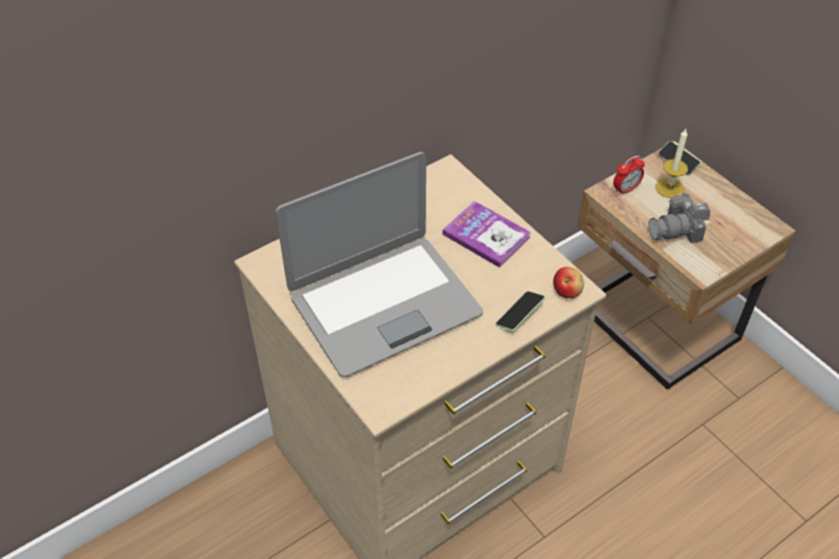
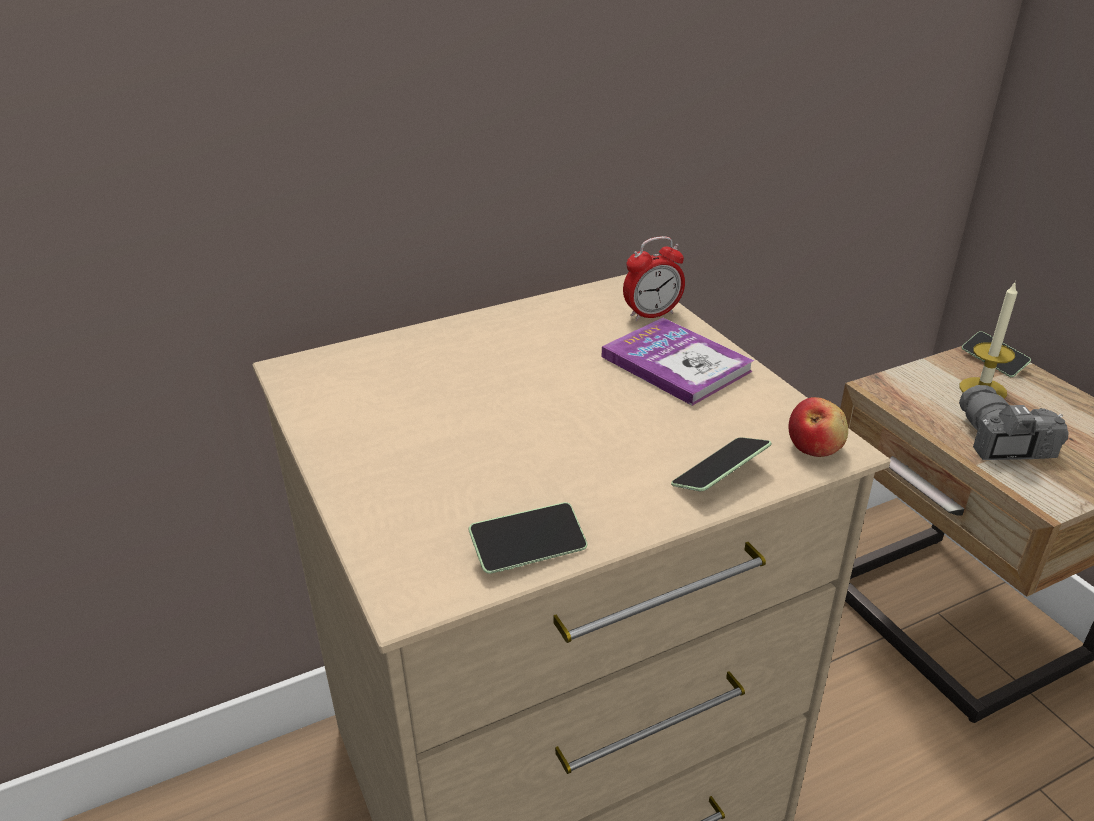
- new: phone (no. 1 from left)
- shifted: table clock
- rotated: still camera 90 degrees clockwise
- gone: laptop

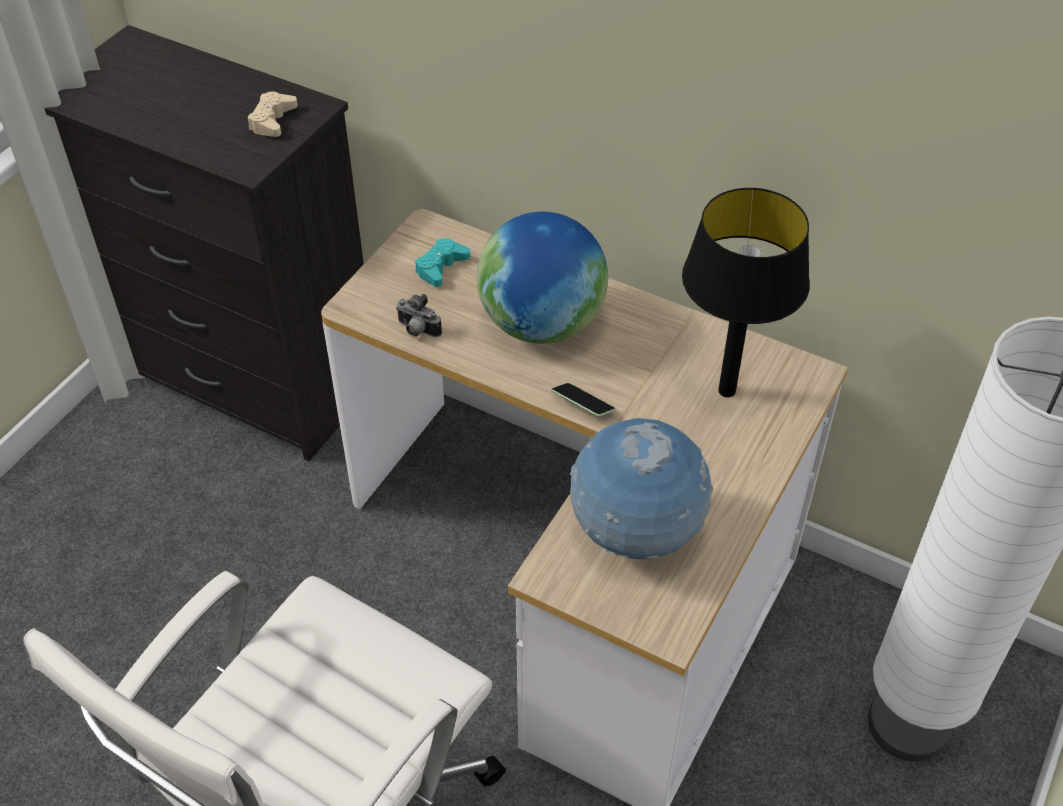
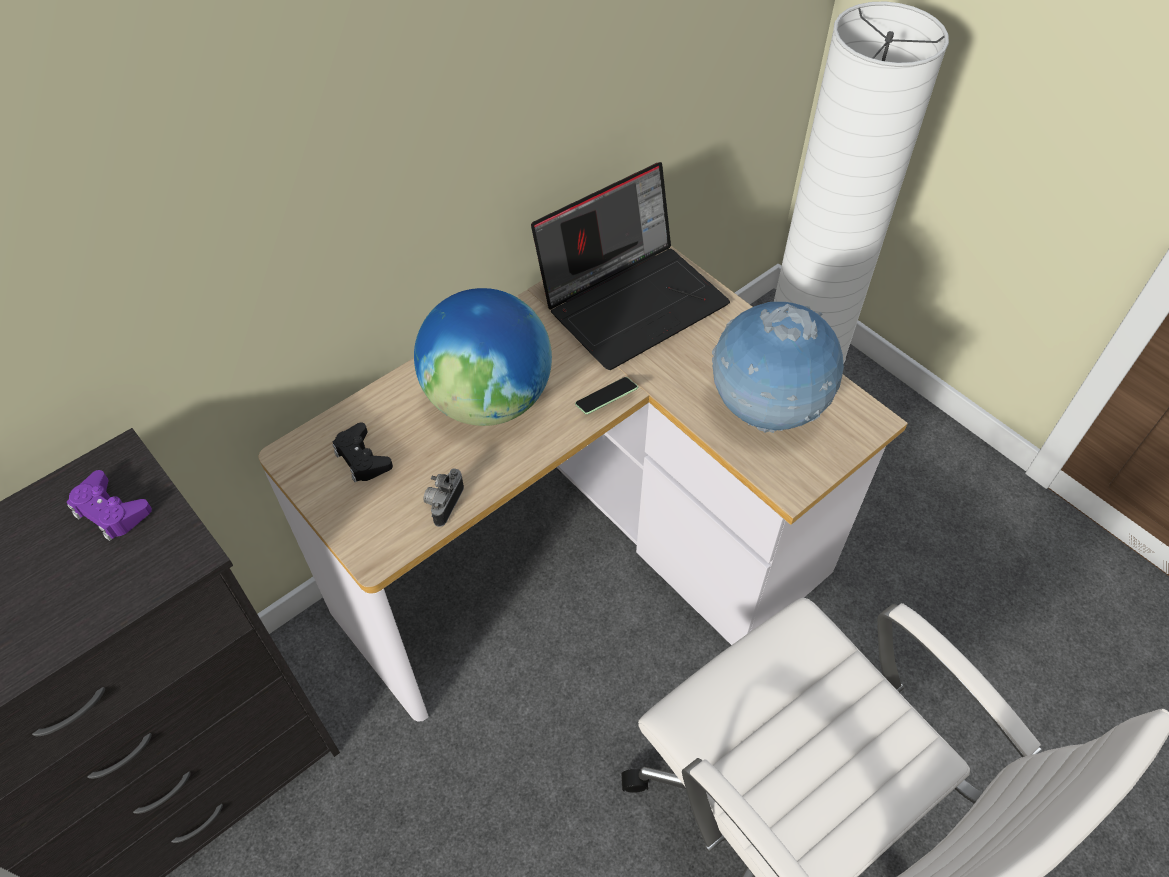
- repainted: beige game controller to purplish game controller
- repainted: turquoise-coloured game controller to black game controller
- rotated: still camera 150 degrees clockwise
- swapped: black tabletop lamp to laptop

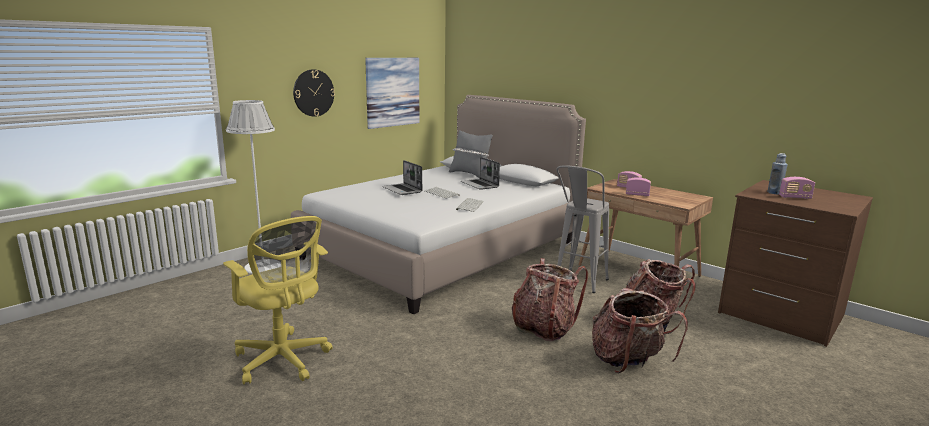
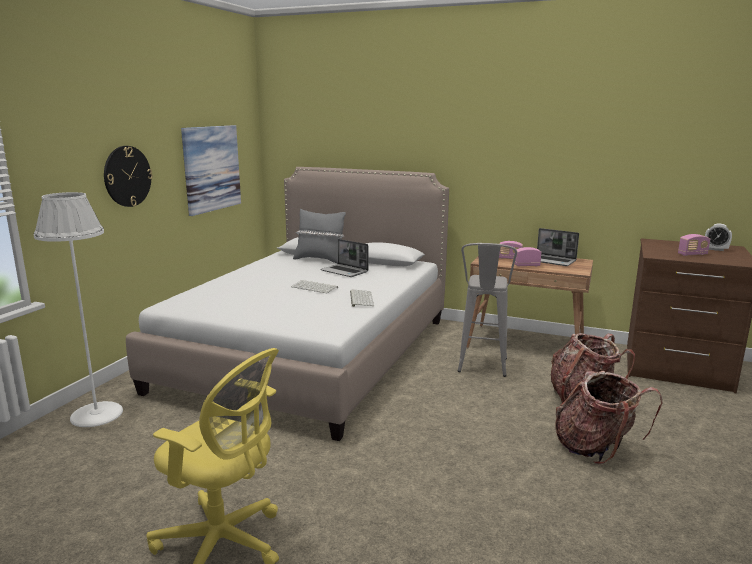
- shifted: laptop (no. 1 from left in the first image) to laptop (no. 2 from left)
- new: table clock
- gone: rucksack (no. 1 from left)
- gone: blue beverage bottle

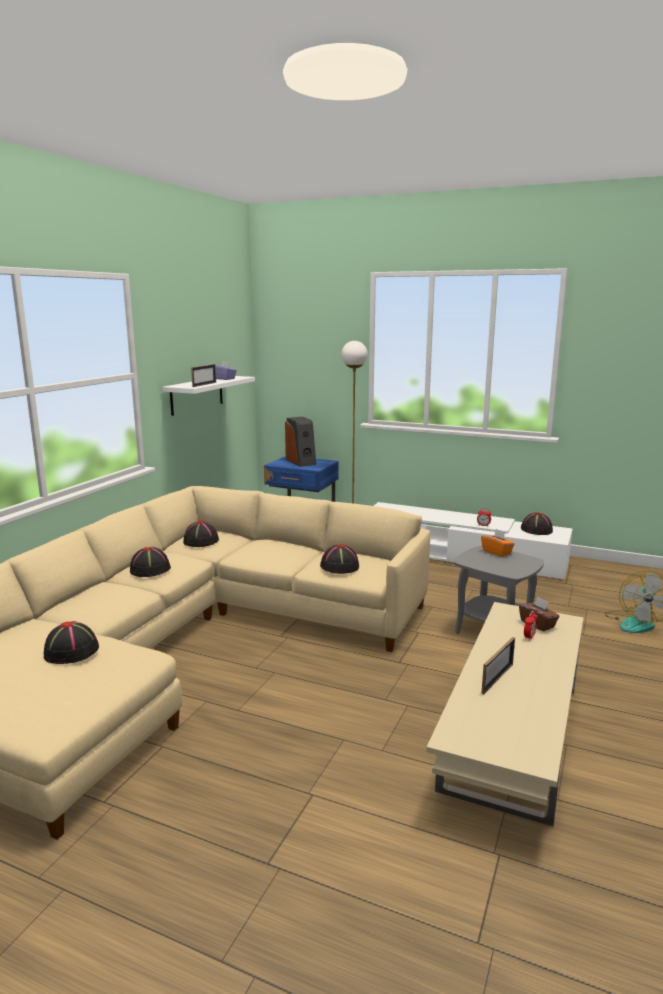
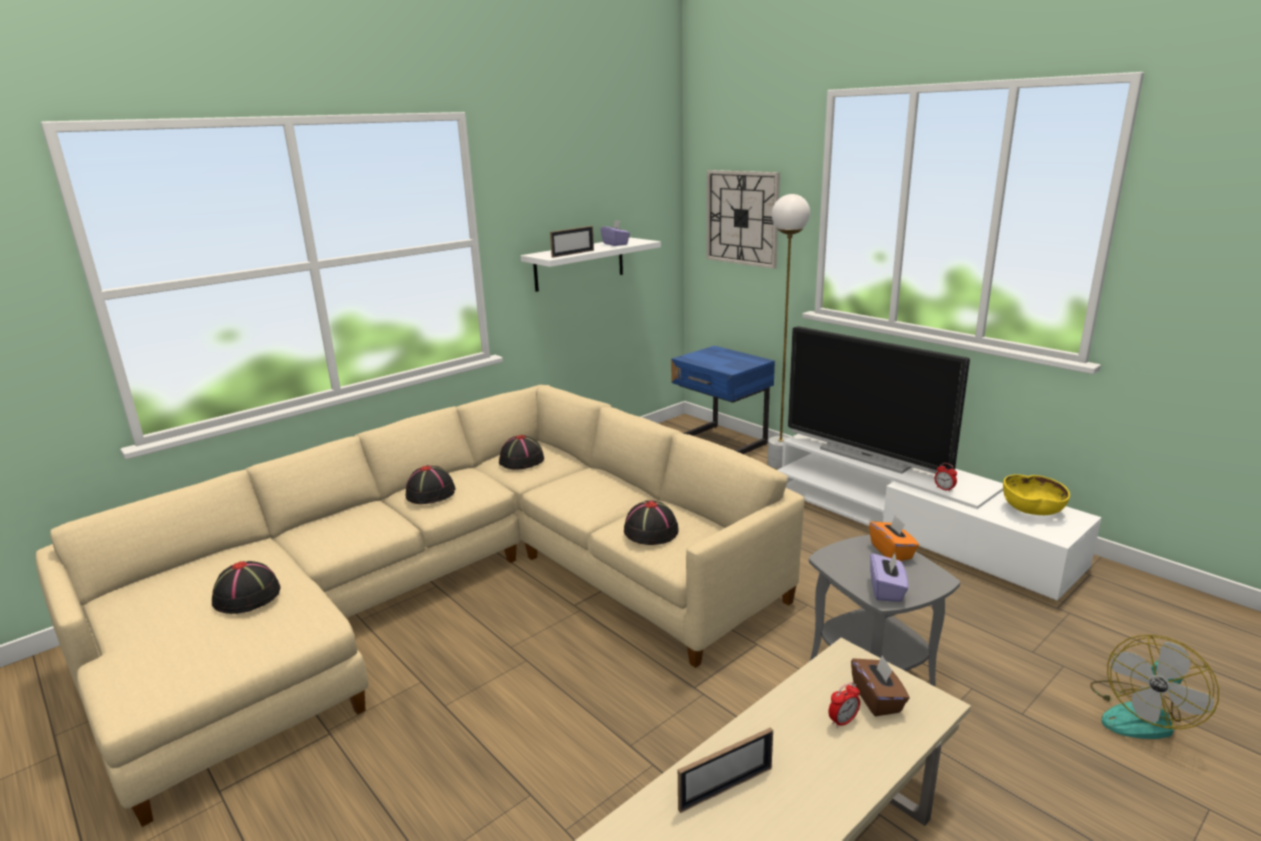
- new: hanging clock
- new: TV
- new: purplish tissue box (no. 2 from left)
- swapped: black clothing hat (no. 5 from left) to yellow serving bowl
- gone: speaker

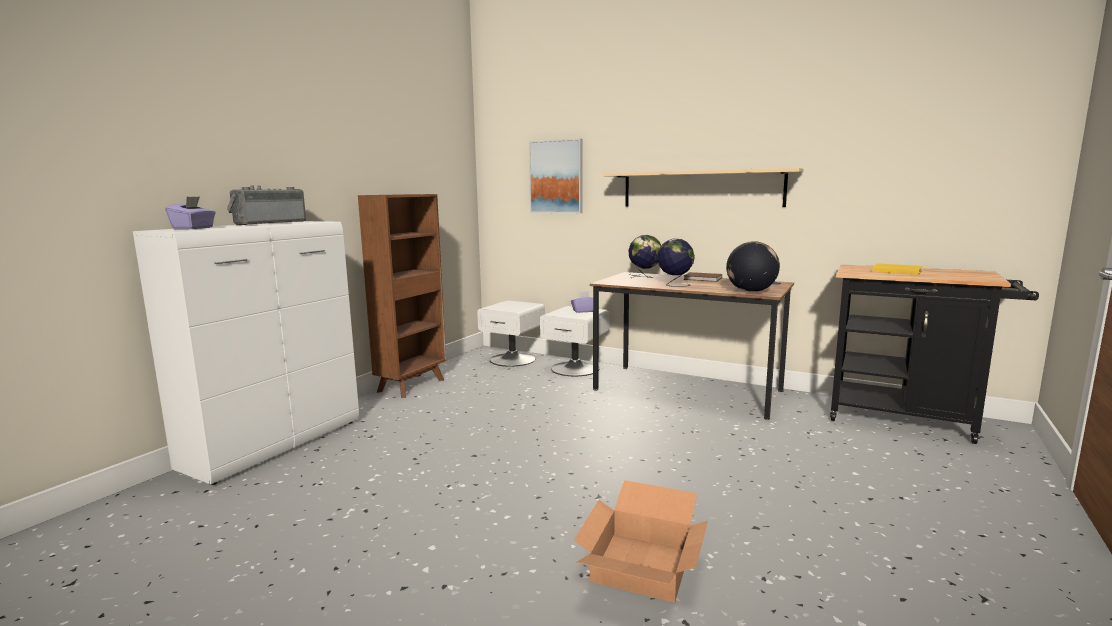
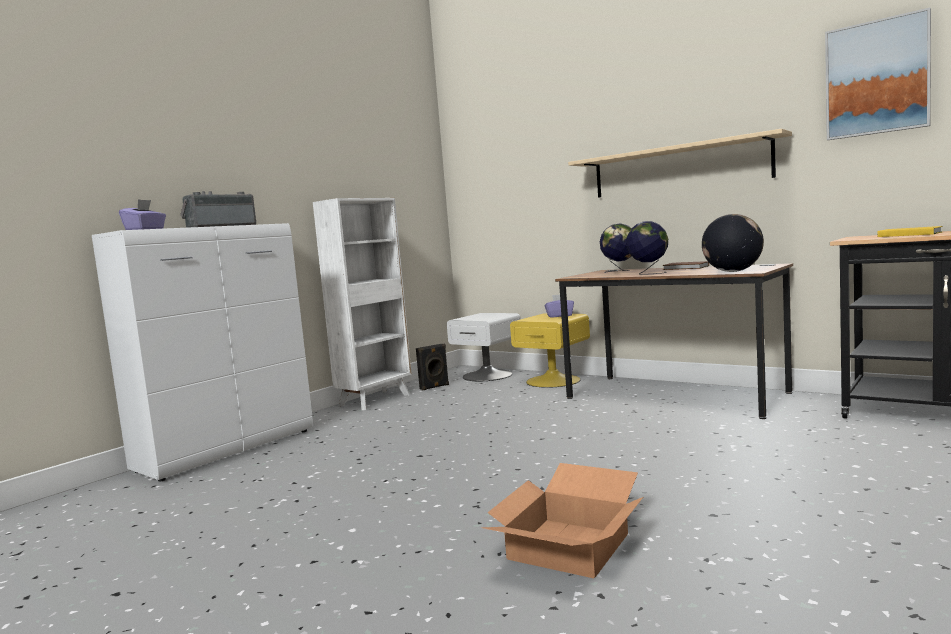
- repainted: brownish bookcase to white-coloured bookcase
- new: black speaker
- repainted: white-coloured night table (no. 2 from left) to yellow night table
- shifted: wall picture

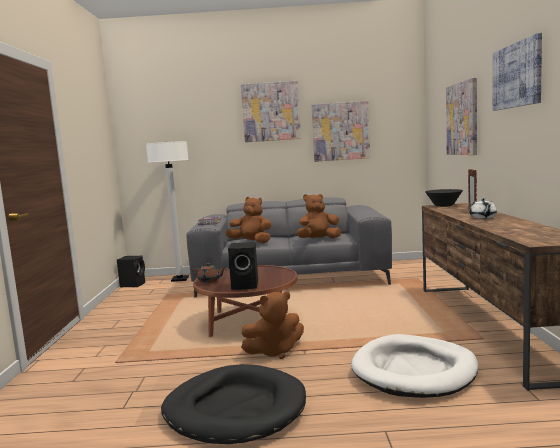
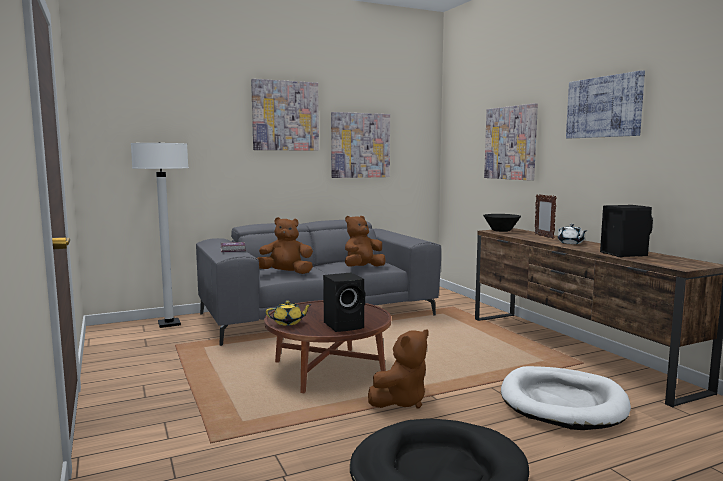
- repainted: brownish tea pot to yellow tea pot
- shifted: black speaker (no. 1 from left in the first image) to black speaker (no. 2 from left)

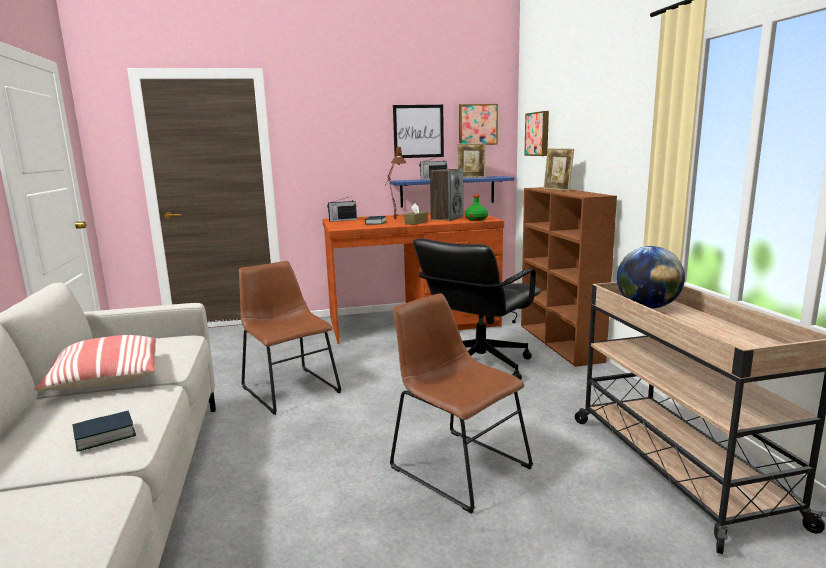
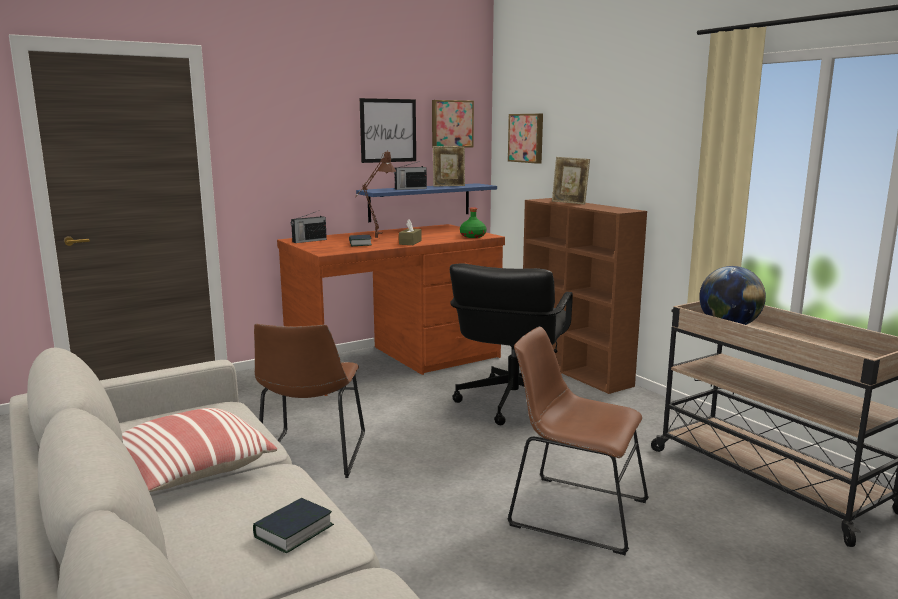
- rotated: brownish upright chair (no. 1 from left) 120 degrees counterclockwise
- gone: speaker

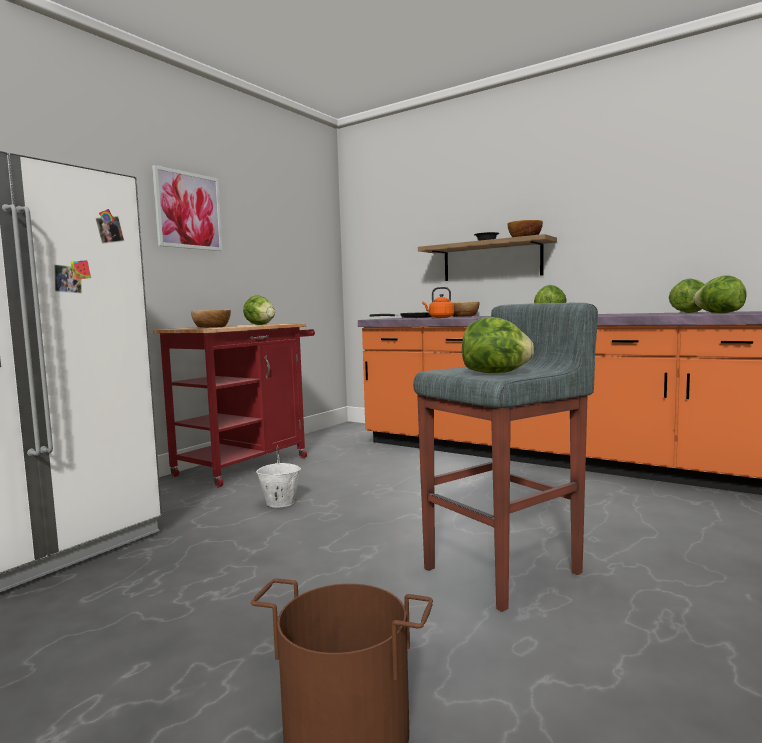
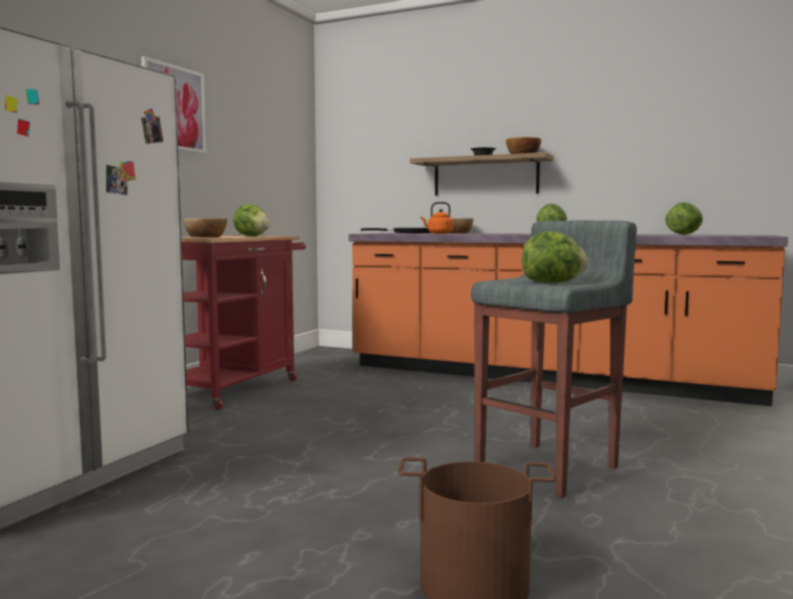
- gone: white-coloured pail
- gone: lettuce (no. 5 from left)

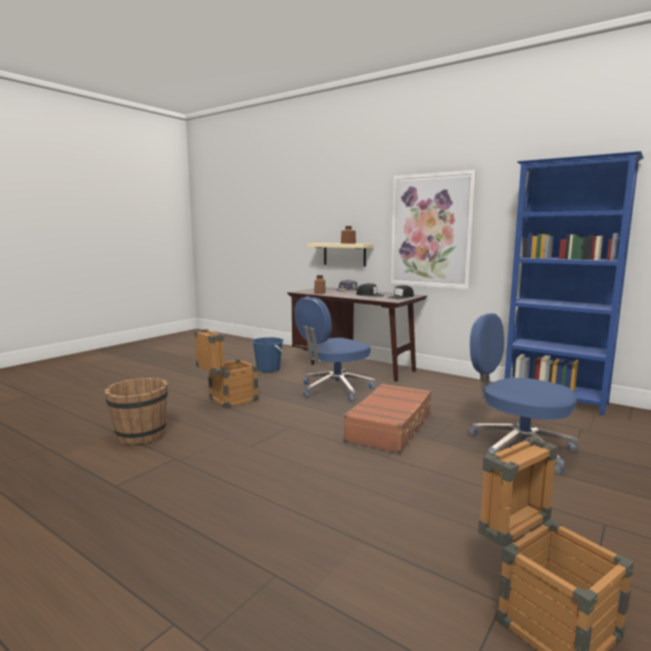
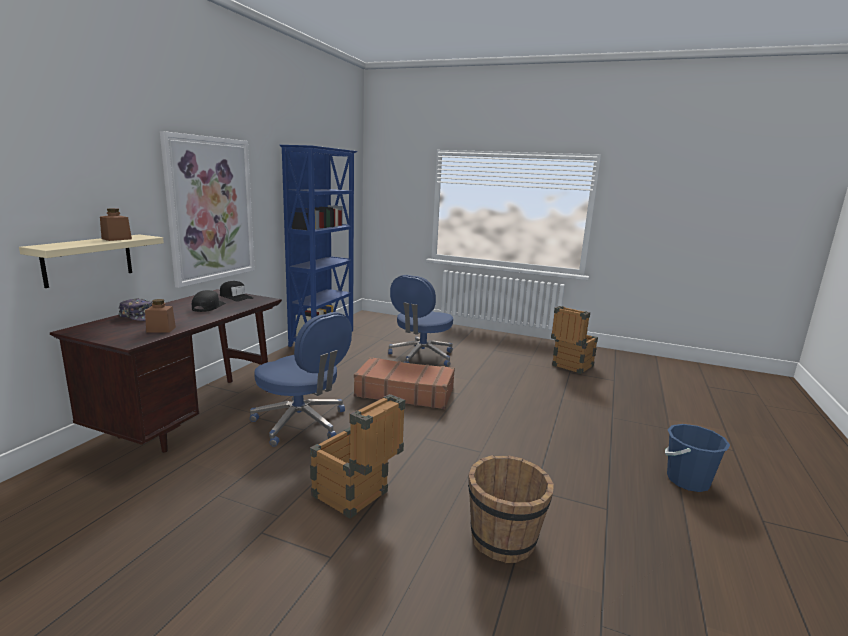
- shifted: blue pail

